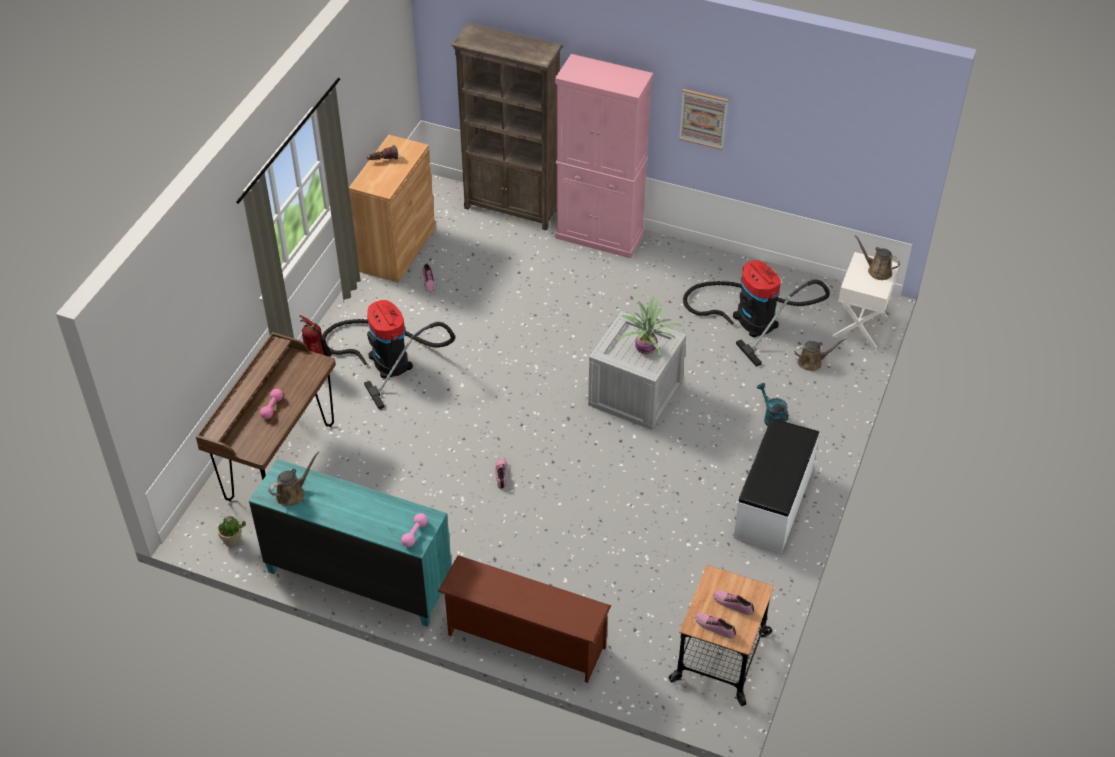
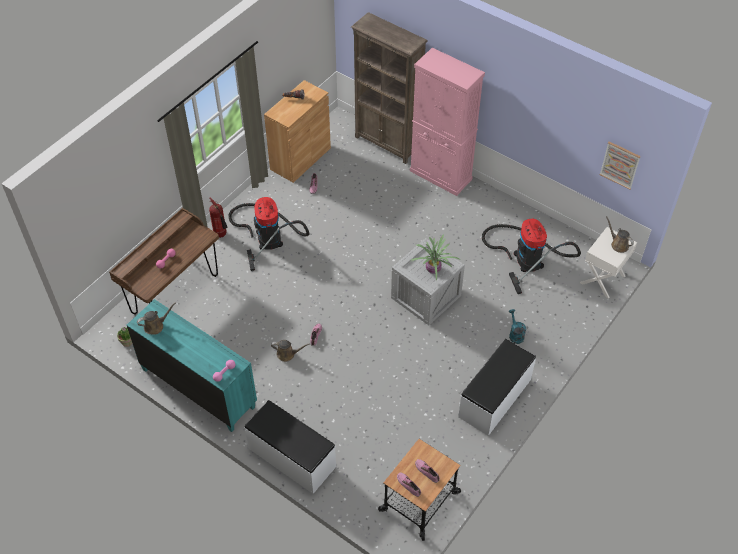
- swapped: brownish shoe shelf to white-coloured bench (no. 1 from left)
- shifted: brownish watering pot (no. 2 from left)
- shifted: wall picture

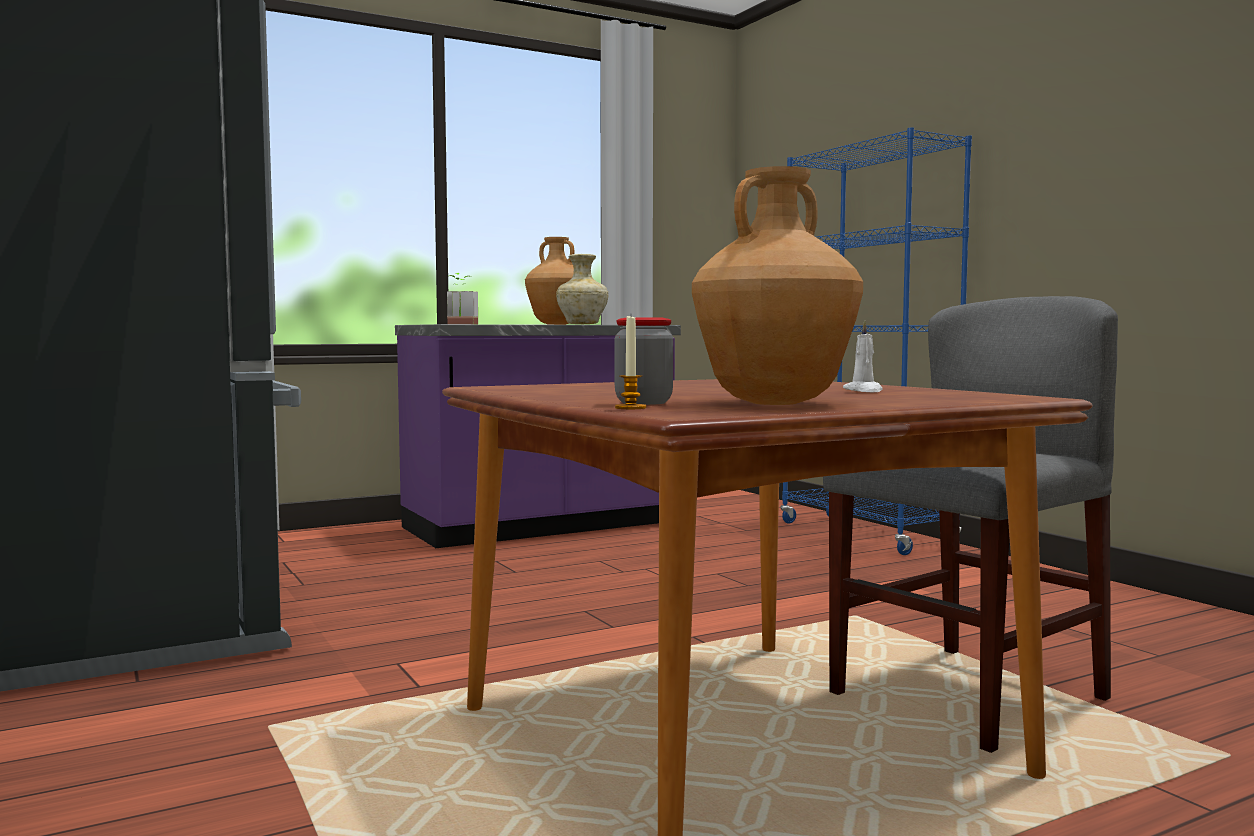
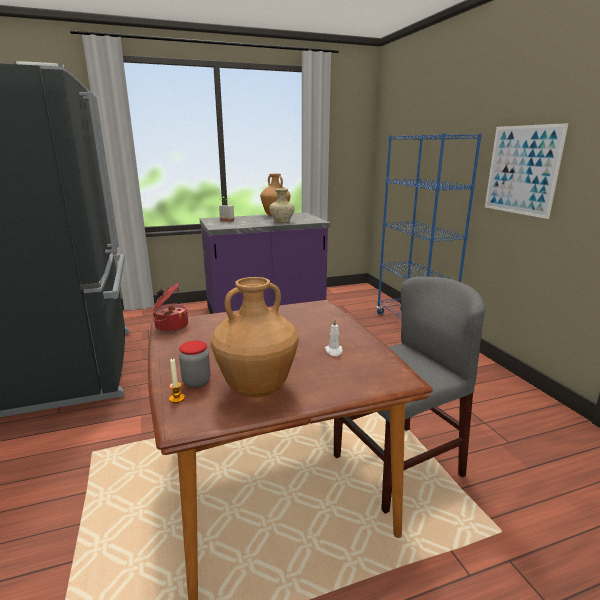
- new: saucepot
- new: wall picture

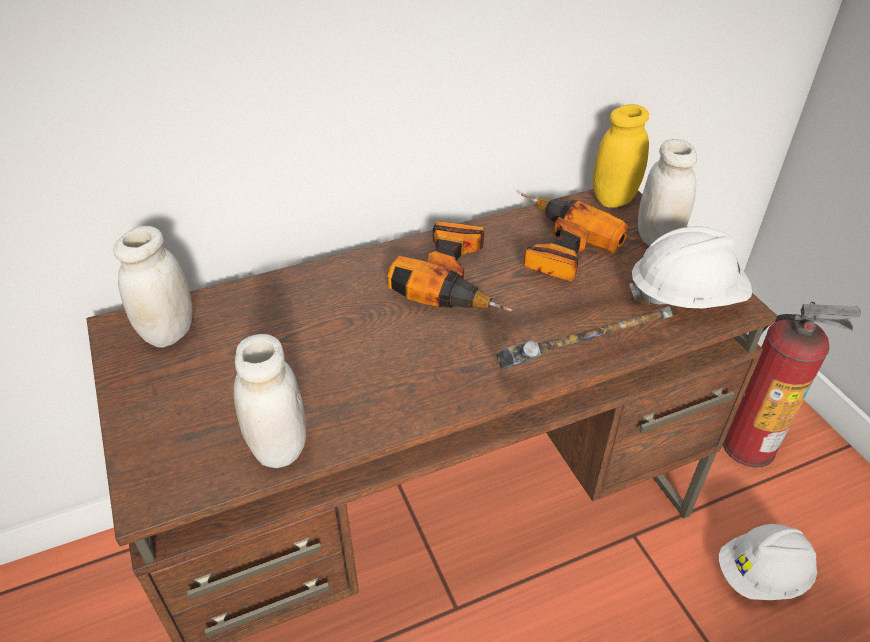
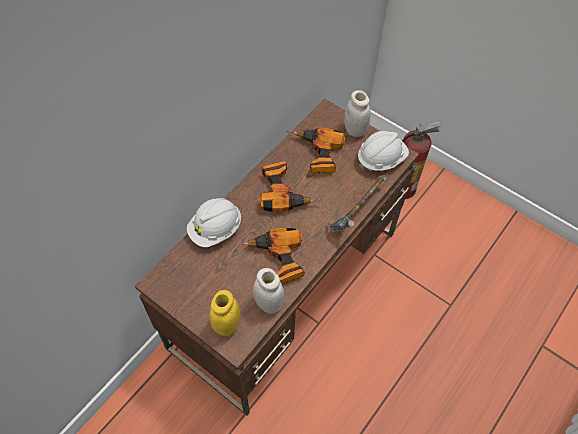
- shifted: white-coloured safety helmet (no. 2 from left in the first image) to white-coloured safety helmet (no. 1 from left)
- shifted: yellow preserve jar
- new: drill (no. 1 from left)
- gone: white-coloured preserve jar (no. 1 from left)

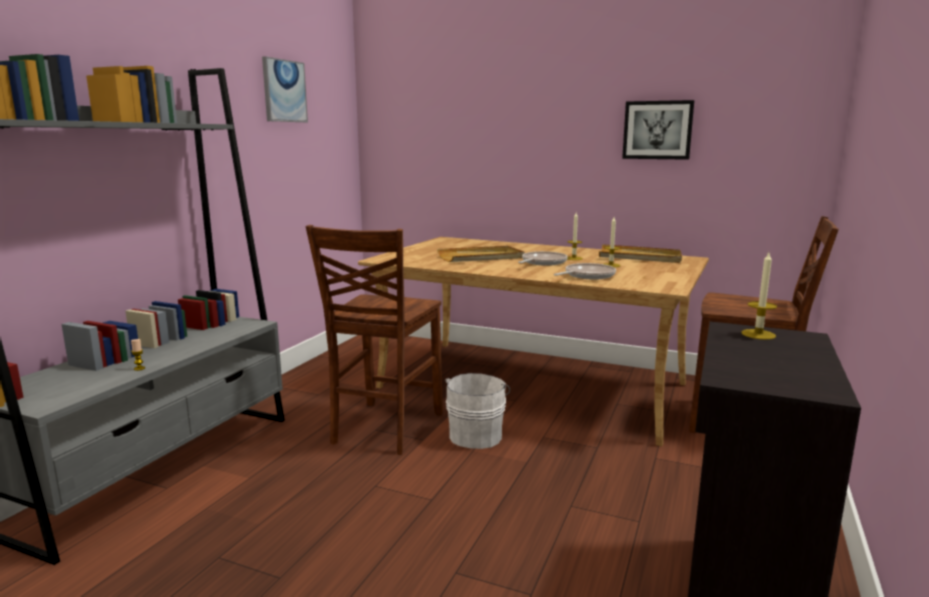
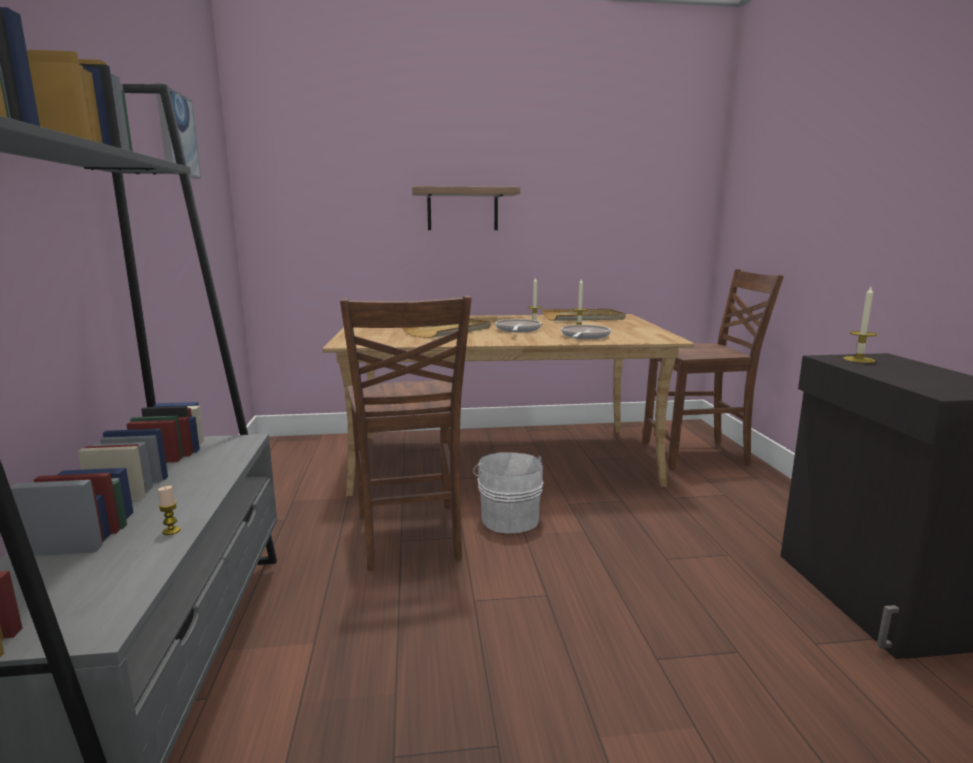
- new: shelf
- gone: wall picture (no. 2 from left)

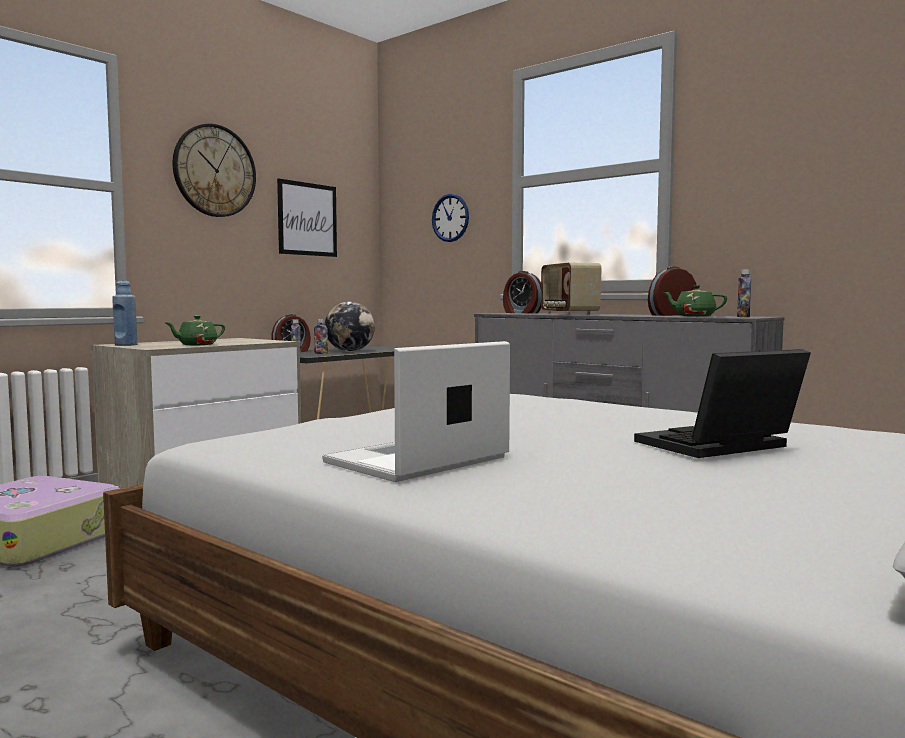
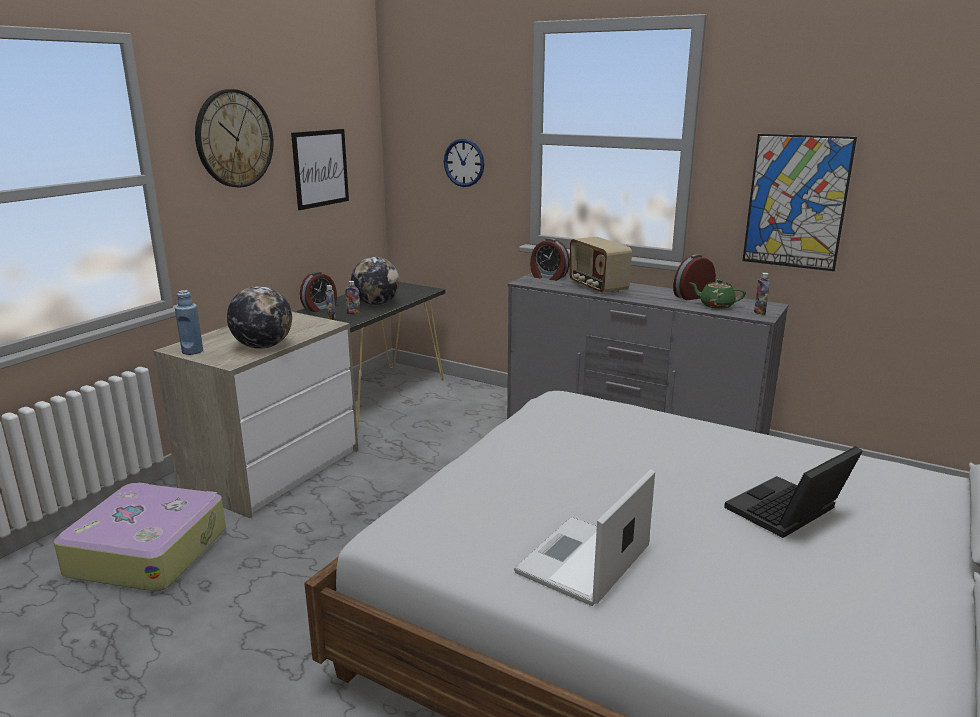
- swapped: greenish tea pot (no. 1 from left) to world globe (no. 1 from left)
- new: wall picture (no. 2 from left)

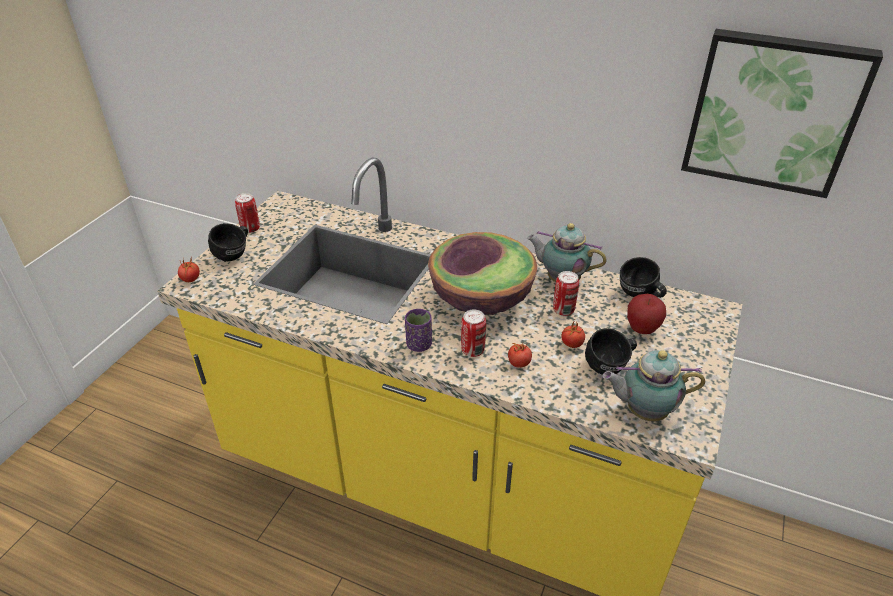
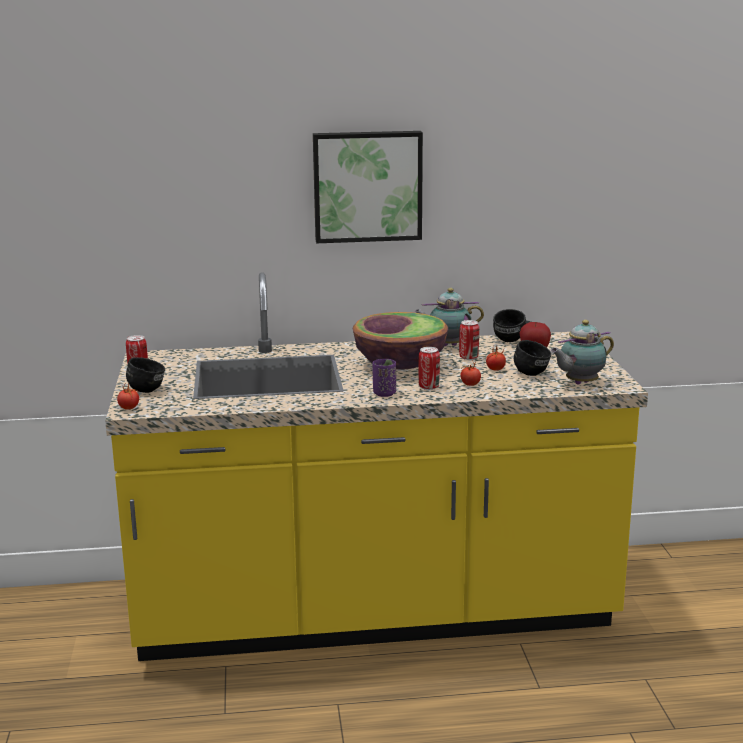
- shifted: wall picture

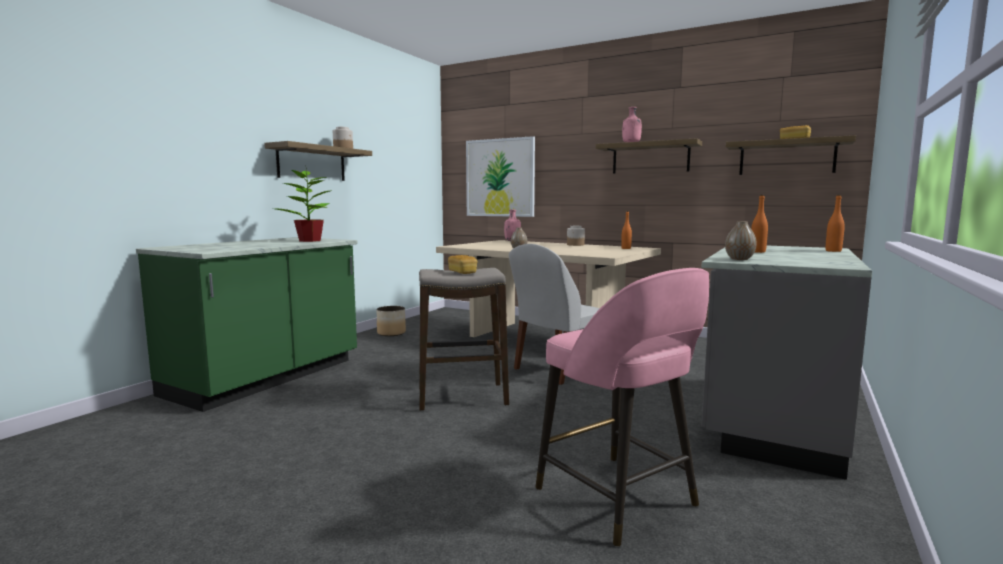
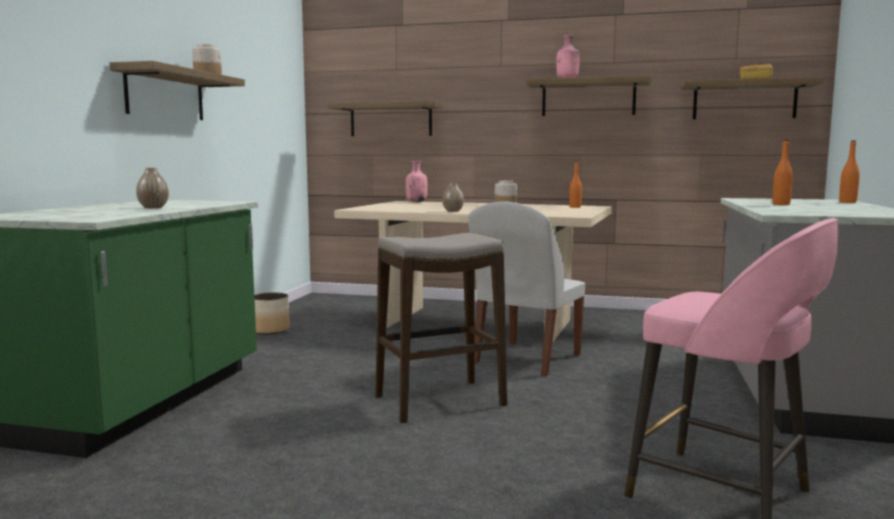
- shifted: flower vase (no. 2 from left in the first image) to flower vase (no. 1 from left)
- swapped: wall picture to shelf (no. 2 from left)
- gone: houseplant
- gone: bakery bread (no. 1 from left)

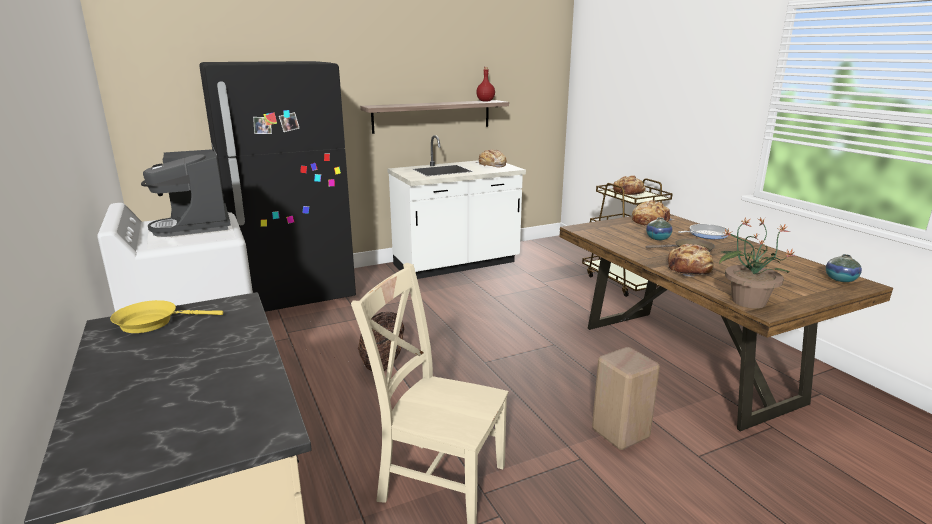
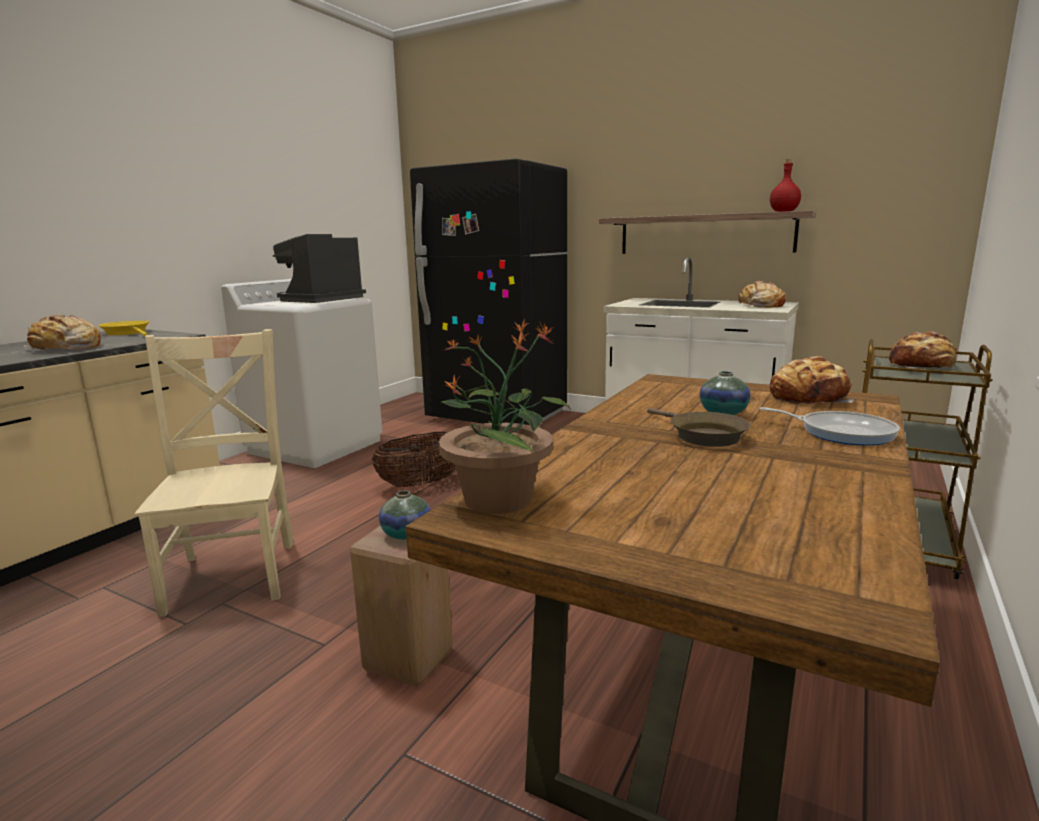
- shifted: bakery bread (no. 4 from left in the first image) to bakery bread (no. 1 from left)
- shifted: flower vase (no. 2 from left in the first image) to flower vase (no. 1 from left)

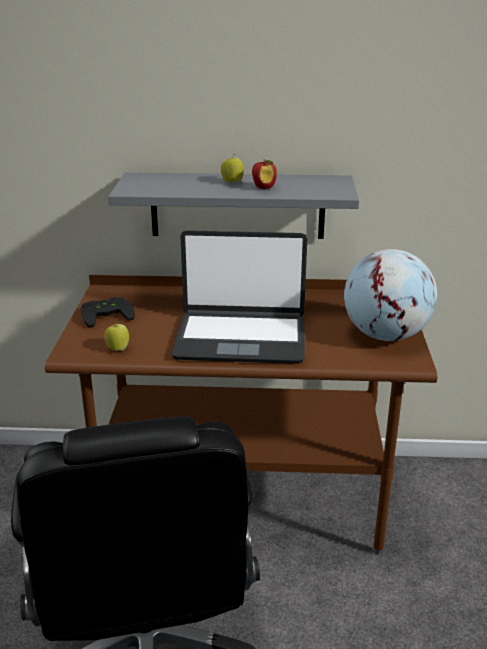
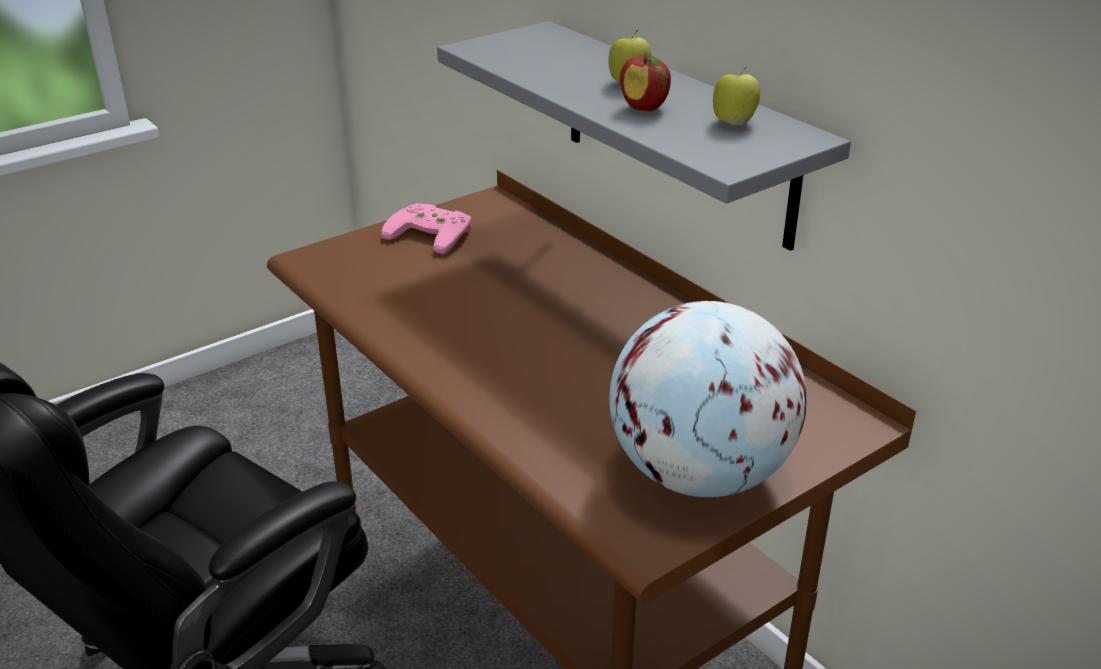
- repainted: black game controller to pink game controller
- shifted: whole apple (no. 1 from left in the first image) to whole apple (no. 3 from left)
- gone: laptop

